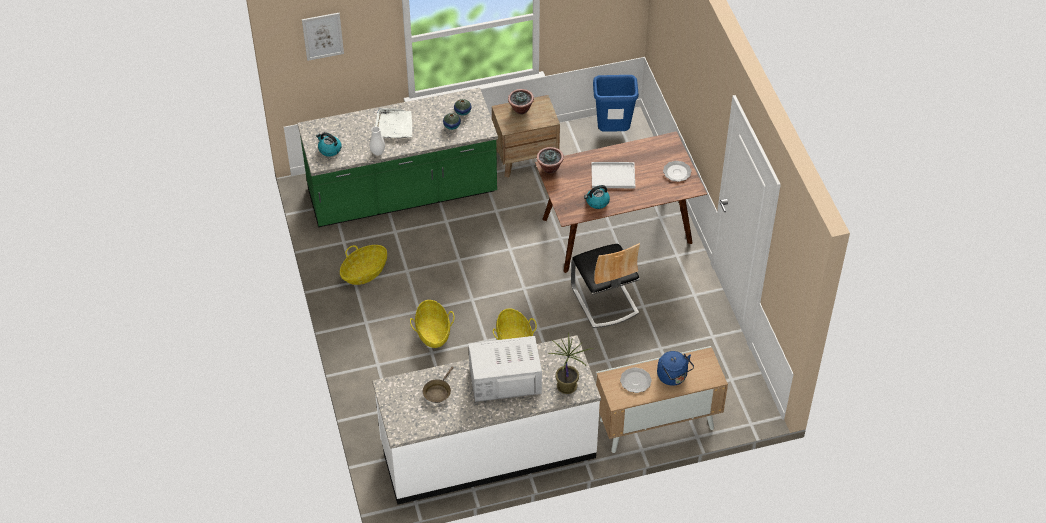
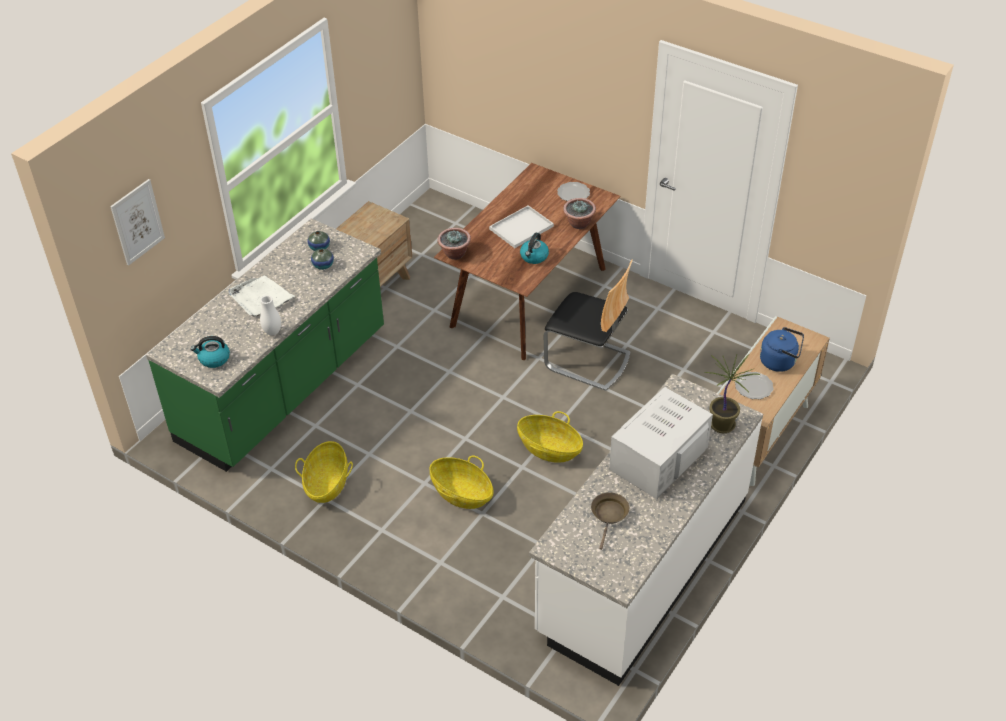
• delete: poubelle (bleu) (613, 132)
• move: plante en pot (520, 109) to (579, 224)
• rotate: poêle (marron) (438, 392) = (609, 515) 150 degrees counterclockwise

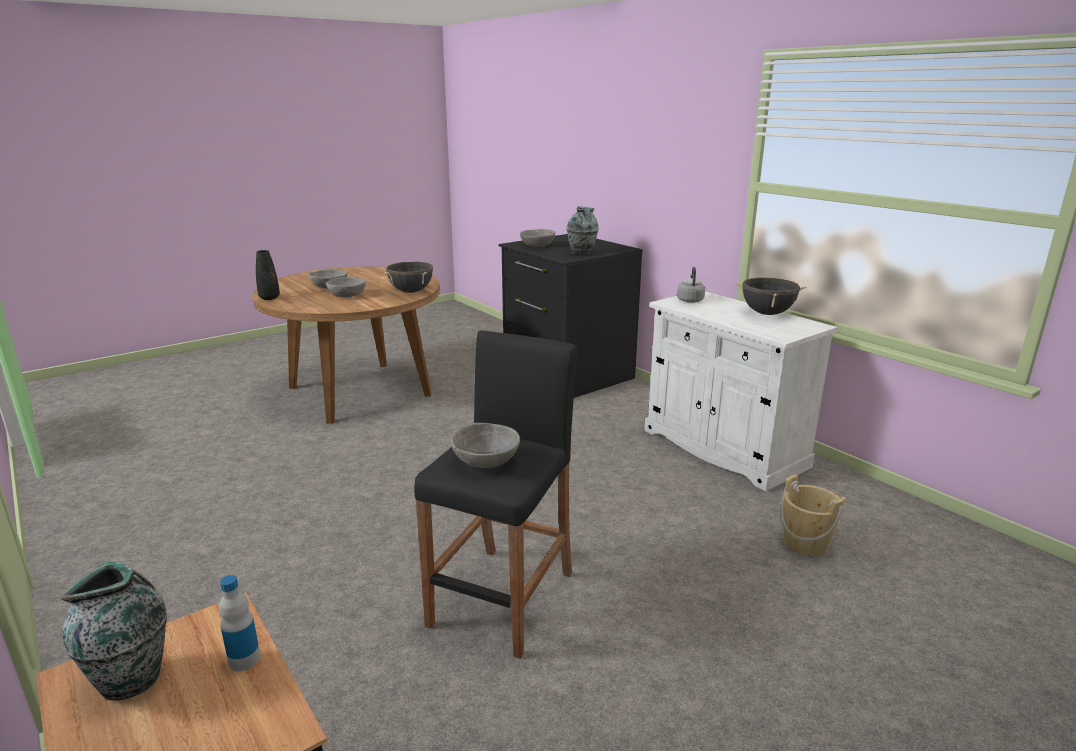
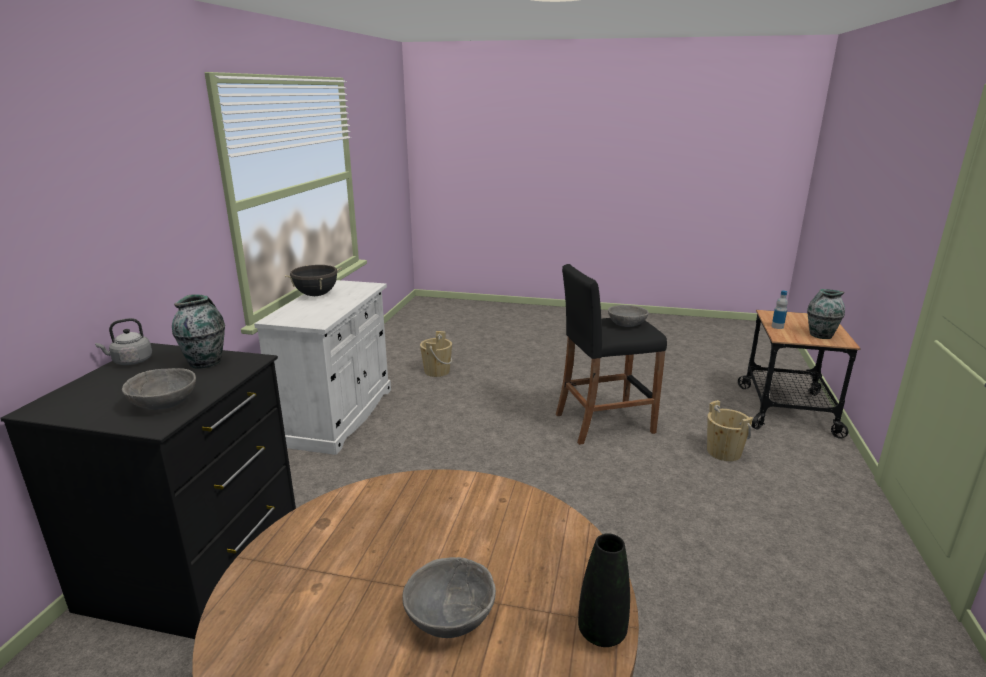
• delete: bol (gris) (346, 295)
• delete: marmite (noir) (411, 292)
• insert: seau (beige) (724, 452)
• move: bouilloire (gris) (690, 300) to (130, 361)

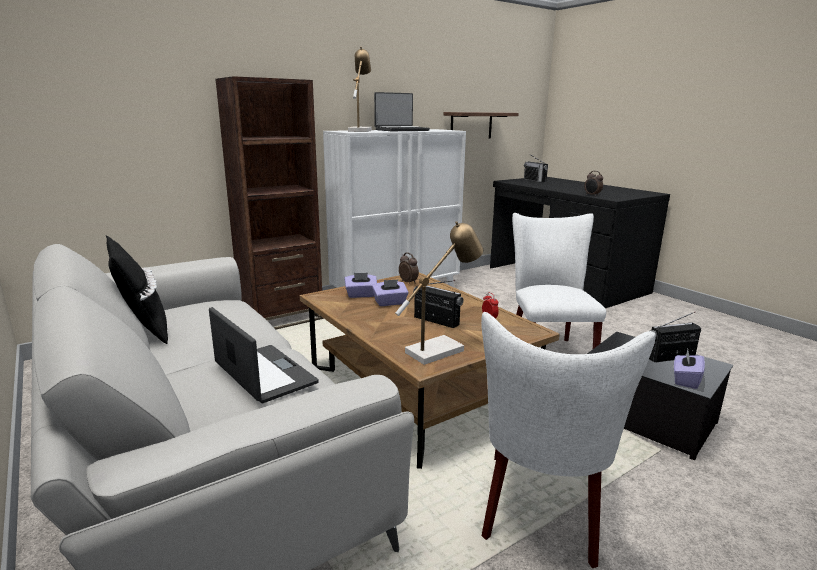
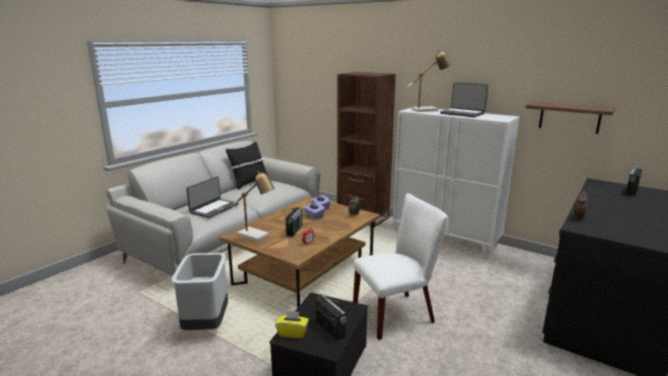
• replace: chaise (blanc) (541, 513) to poubelle (gris) (205, 324)
• recolor: boîte à mouchoirs (violet) (685, 380) to boîte à mouchoirs (jaune) (292, 332)

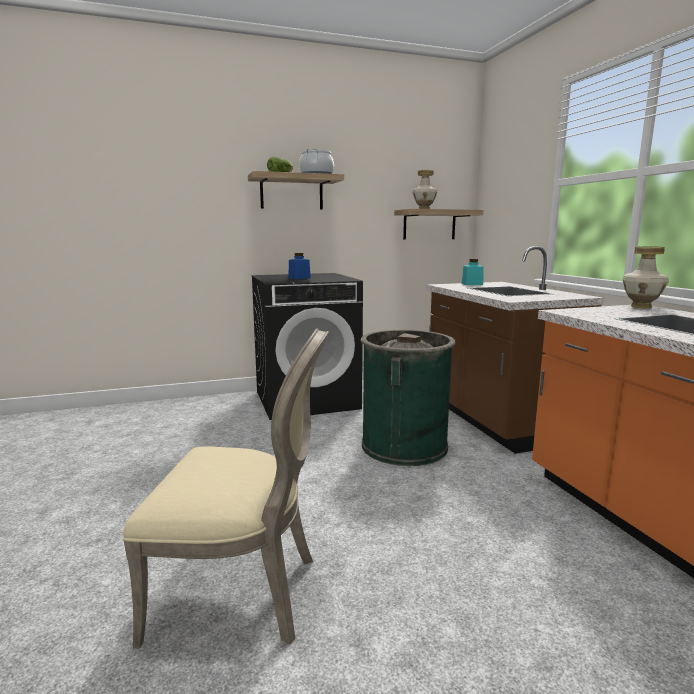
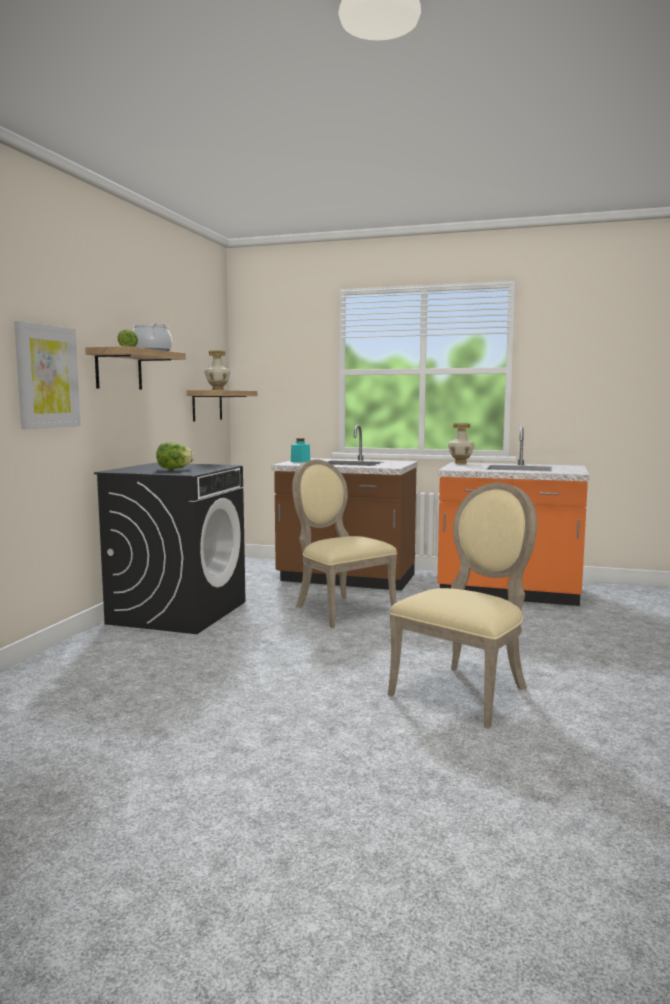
• insert: tableau (47, 376)
• replace: bocal (bleu) (299, 278) to laitue (174, 469)
• replace: poubelle (vert) (404, 445) to chaise (beige) (339, 609)

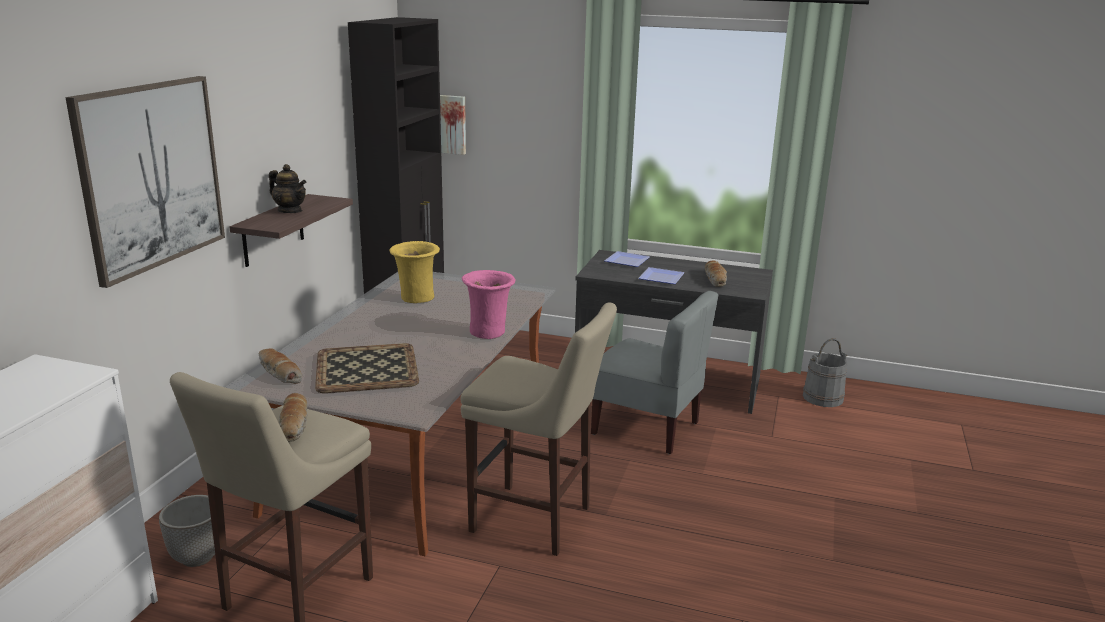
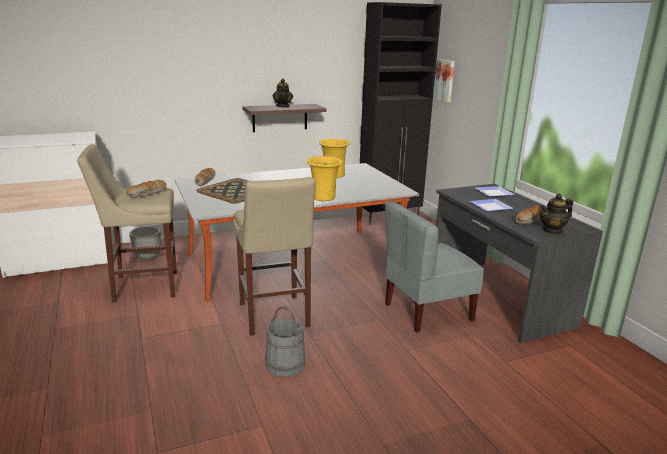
• delete: tableau (151, 175)
• insert: théière (552, 230)
• move: seau (gris) (823, 398) to (285, 364)
• recolor: vase (rose) (489, 332) to vase (jaune) (324, 198)
• rotate: chaise (gris) (646, 428) = (427, 312) 75 degrees clockwise

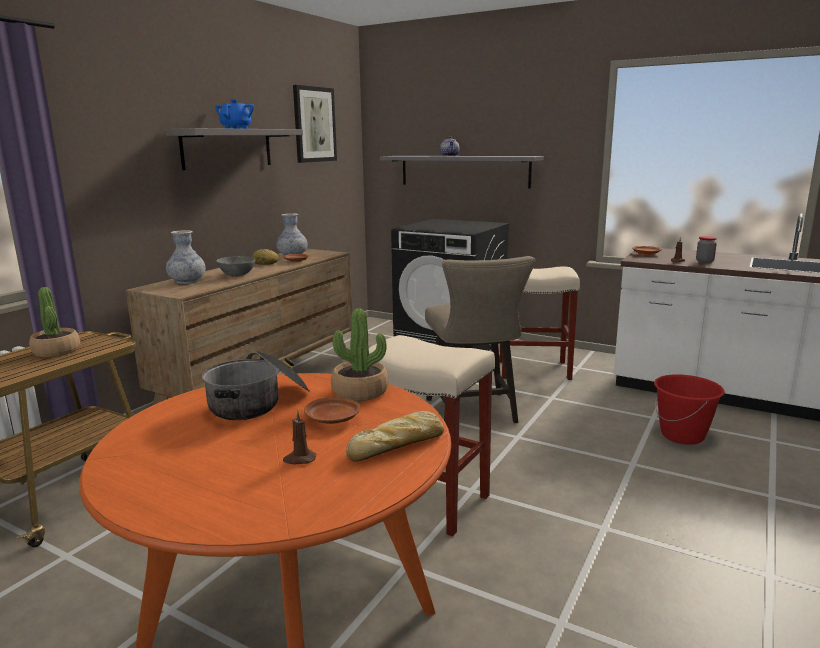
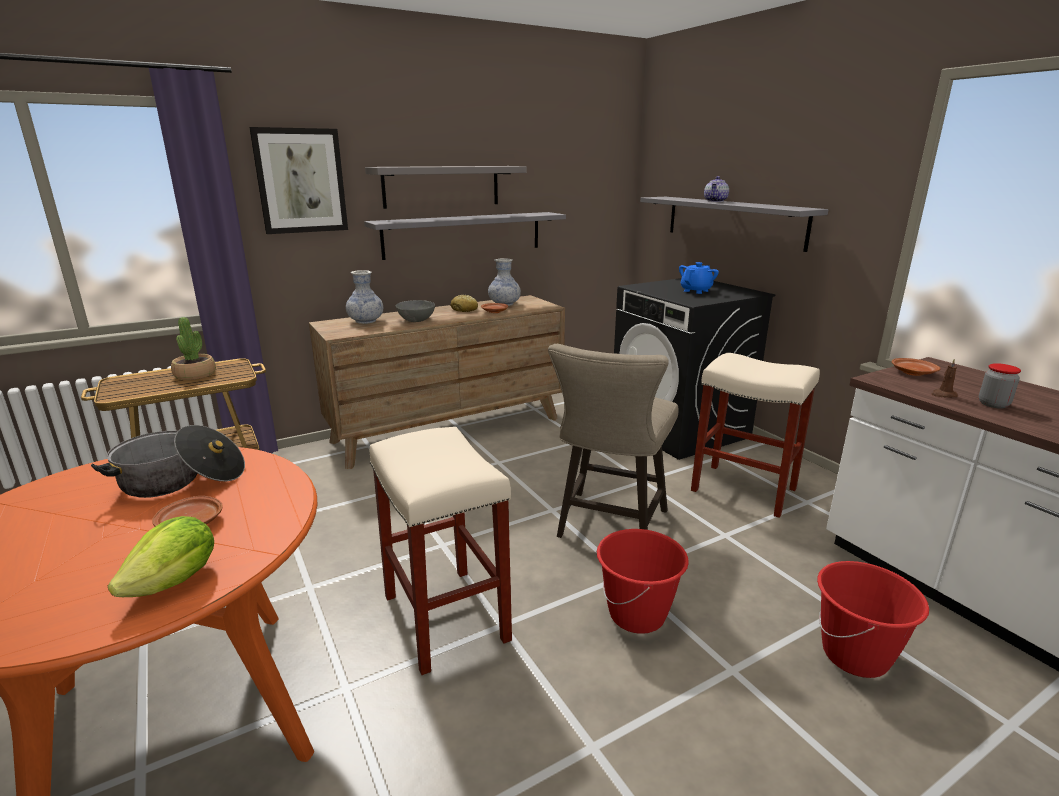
• delete: bougie (marron) (299, 459)
• delete: plante en pot (360, 392)
• insert: étagère (gris) (463, 235)
• insert: seau (rouge) (637, 615)
• move: théière (bleu) (236, 128) to (696, 291)
• move: tableau (314, 124) to (301, 181)
• replace: pain (398, 444) to laitue (175, 581)

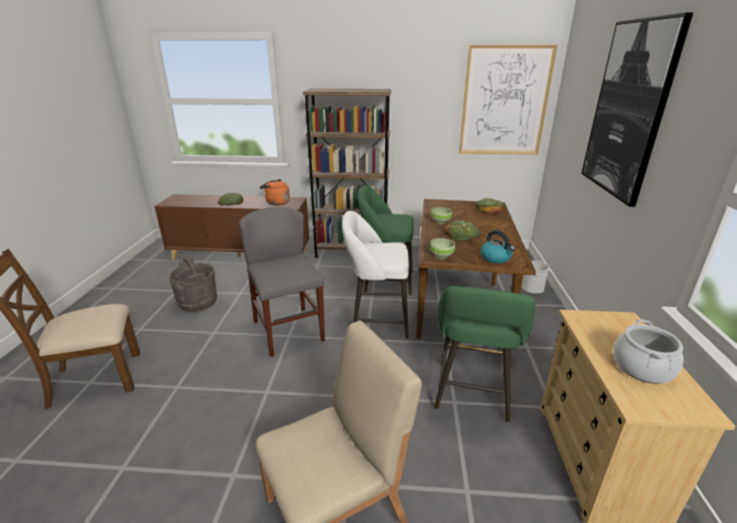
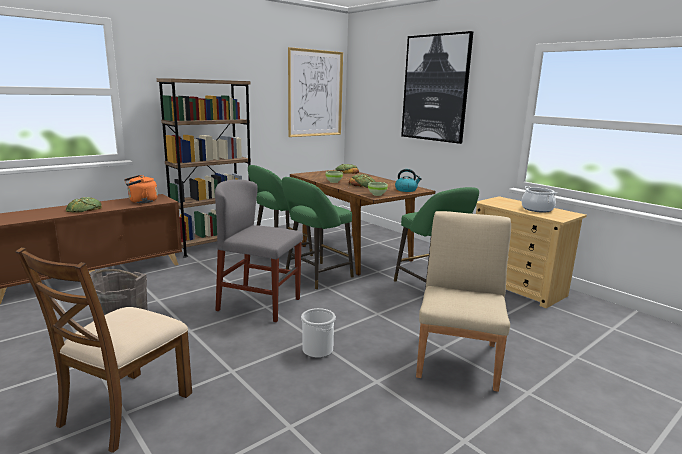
• move: seau (532, 289) to (318, 350)
• recolor: tabouret (blanc) (376, 321) to tabouret (vert) (315, 277)

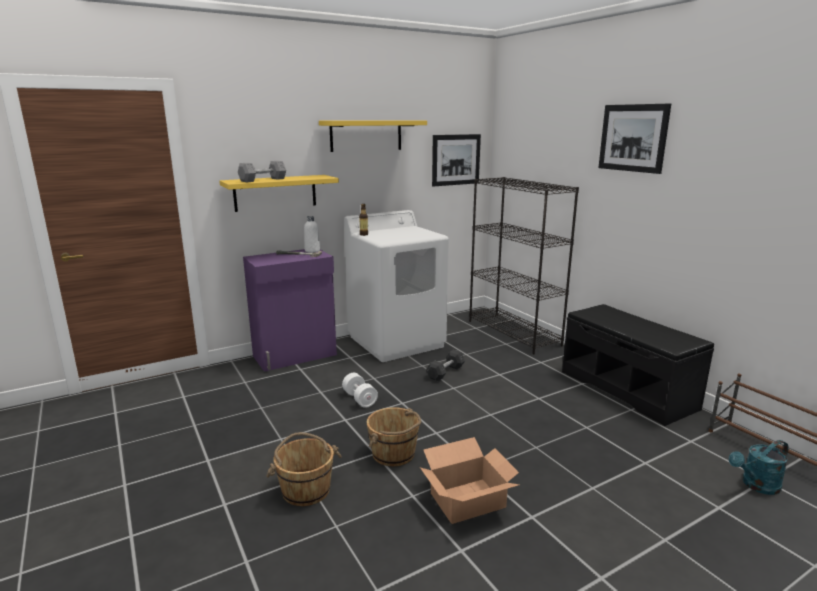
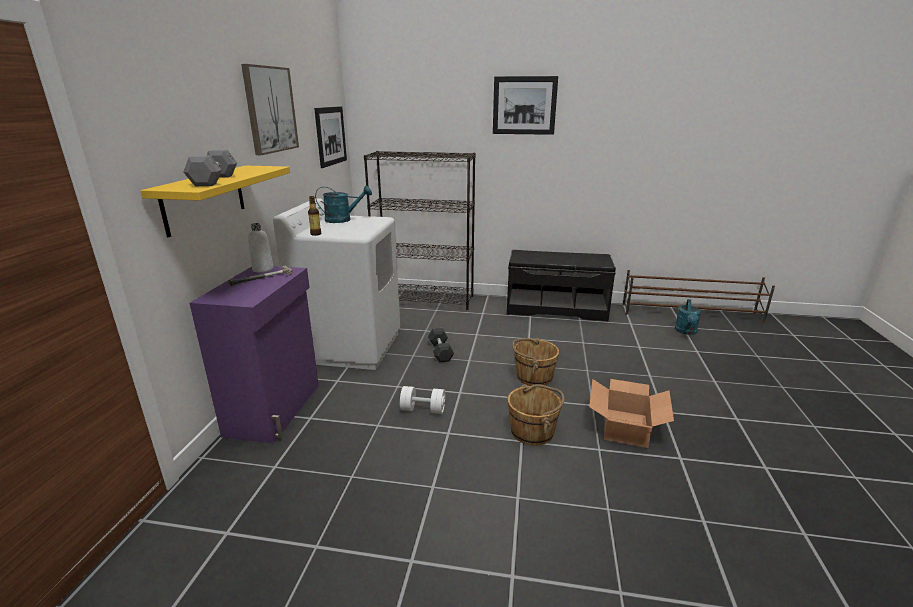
• insert: arrosoir (turquoise) (343, 220)
• move: seau (marron) (306, 489) to (533, 376)
• replace: étagère (jaune) (366, 135) to tableau (270, 109)

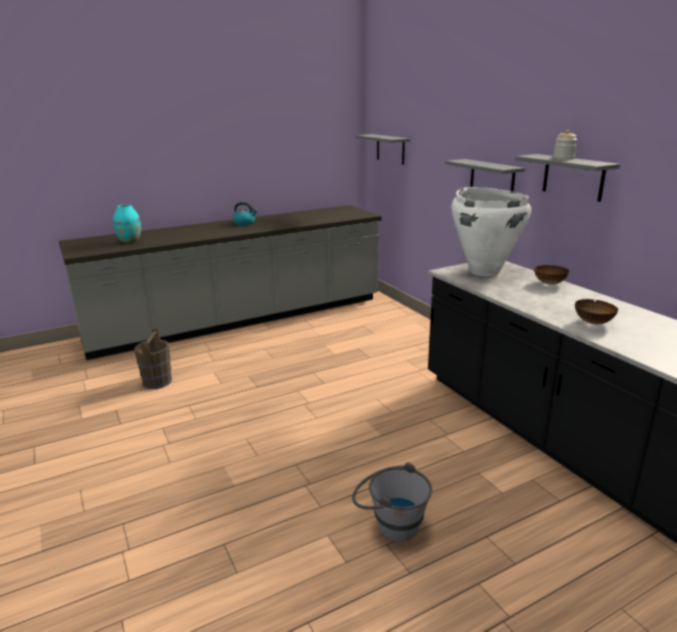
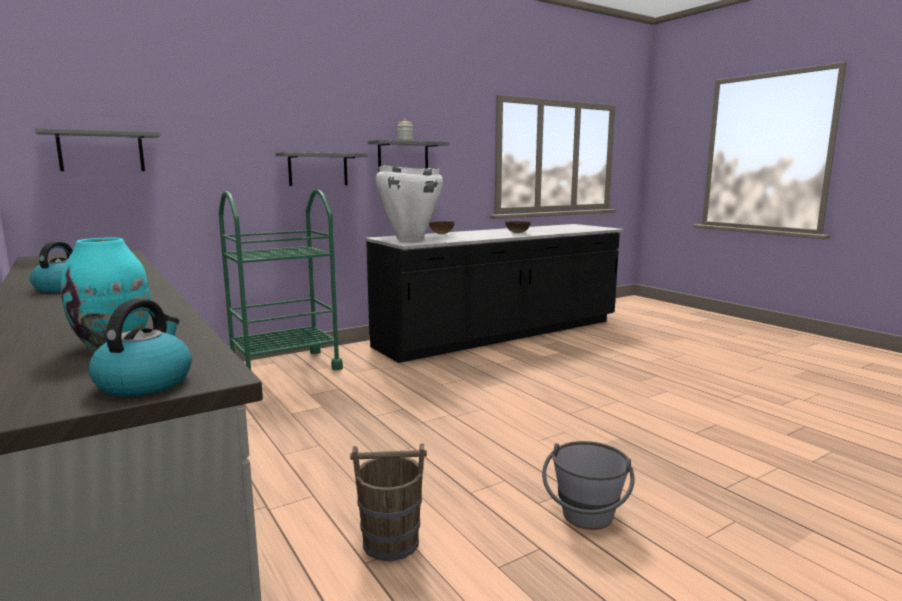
• insert: bouilloire (145, 382)
• insert: chariot (vert) (285, 367)
• move: seau (gris) (390, 524) to (586, 521)

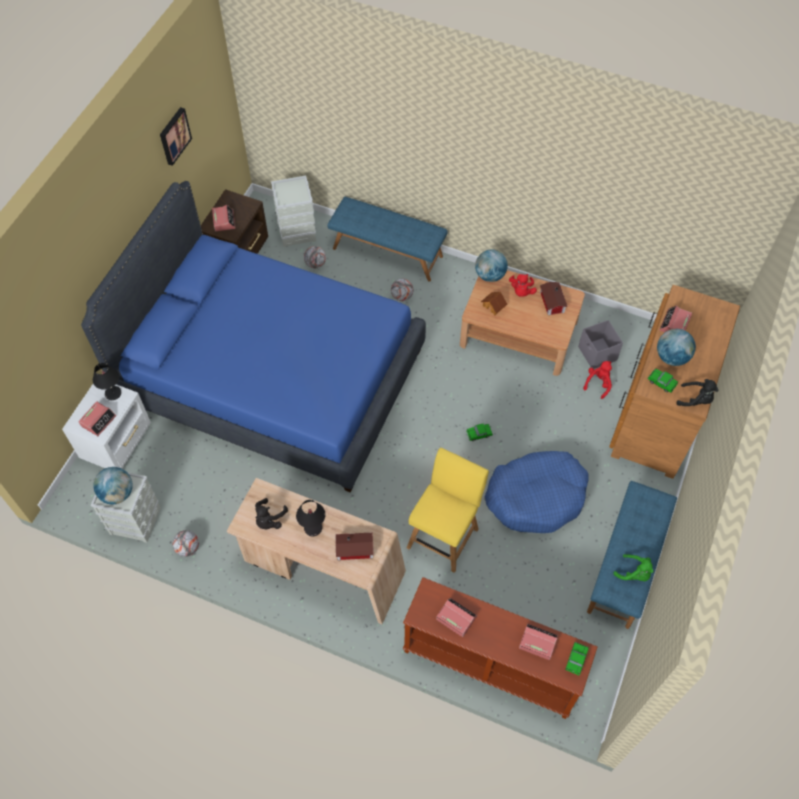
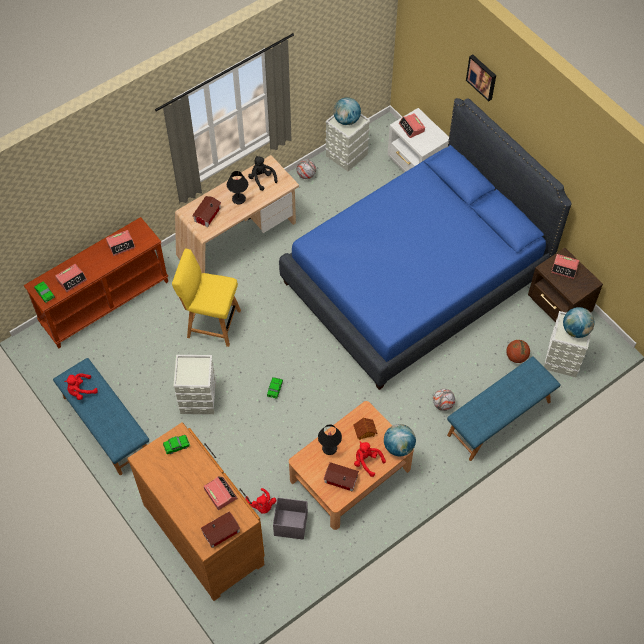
• delete: peluche (noir) (696, 400)
• insert: maison miniature (222, 532)
• move: lampe de table (noir) (112, 393) to (329, 448)
• move: tableau (174, 136) to (482, 77)
• move: globe (671, 357) to (576, 330)
• replace: ballon de foot (315, 264) to ballon de basket (516, 357)
• replace: panier pour chien (bleu) (536, 496) to boîte de rangement (gris) (197, 398)
• recolor: peluche (vert) (634, 573) to peluche (rouge) (81, 391)
• rotate: chaise (jaune) (444, 535) = (211, 323) 135 degrees clockwise

